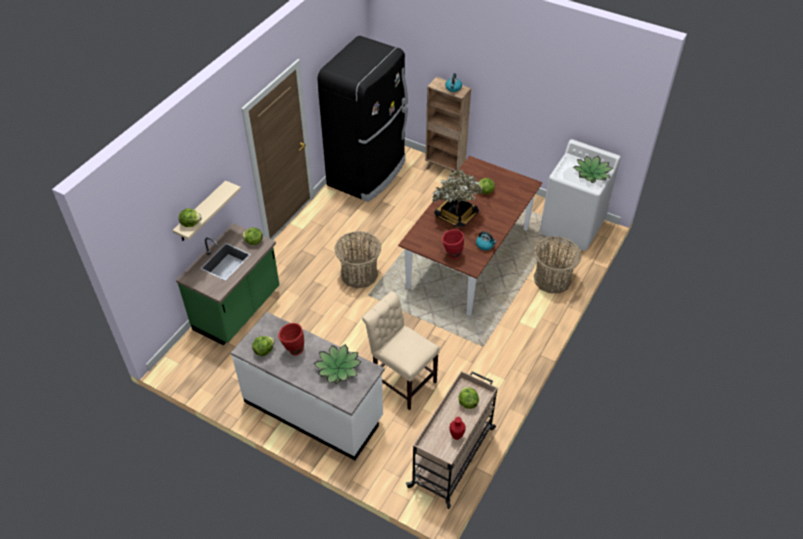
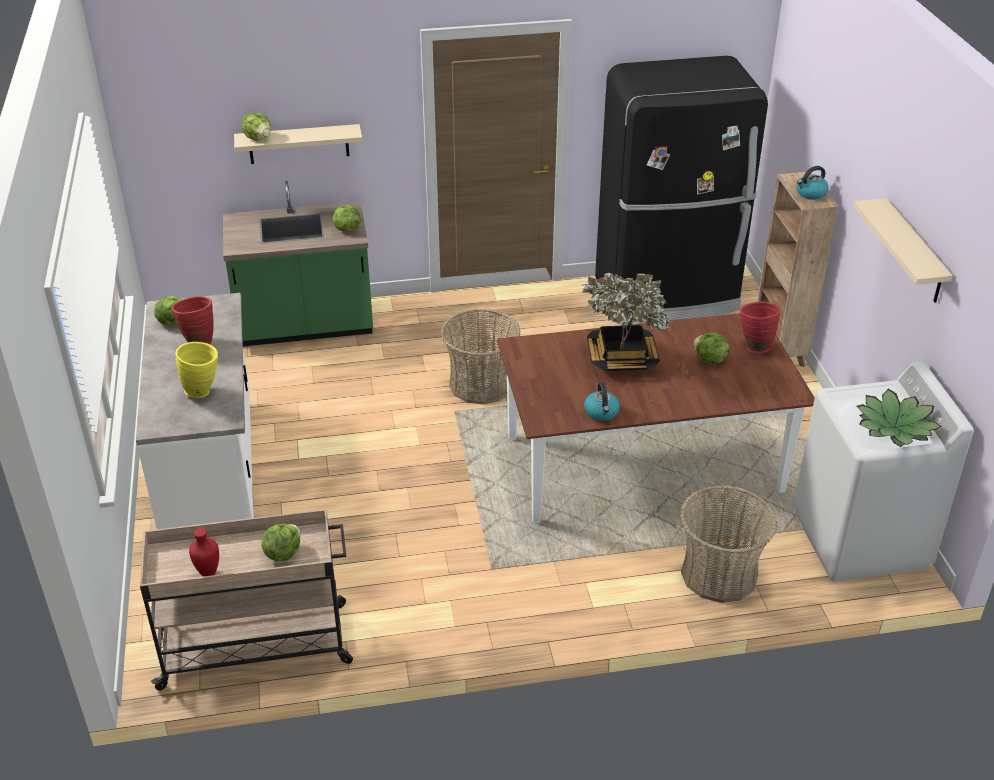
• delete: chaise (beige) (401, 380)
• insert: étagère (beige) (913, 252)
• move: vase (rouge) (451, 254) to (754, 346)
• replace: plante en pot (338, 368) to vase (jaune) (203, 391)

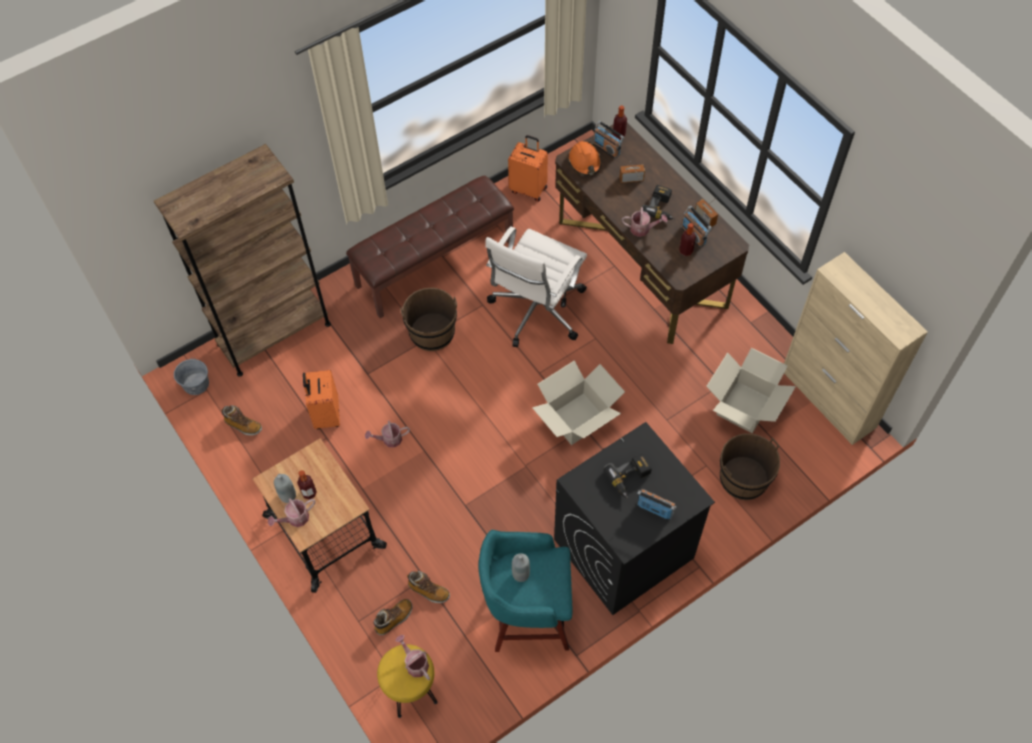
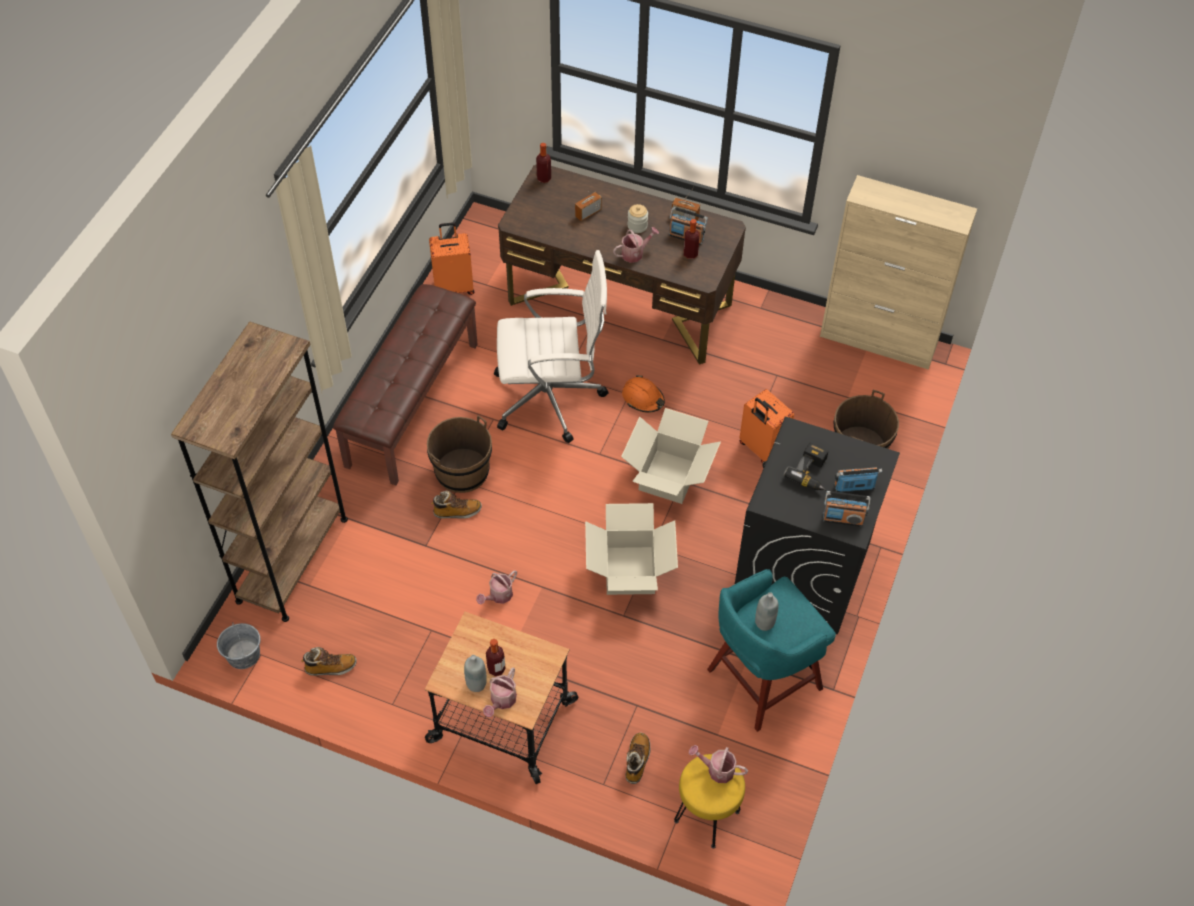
• move: valise (orange) (326, 415) to (761, 448)
• move: botte (428, 591) to (457, 512)
• move: casque de chantier (orange) (585, 162) to (643, 398)
• move: radio (606, 149) to (843, 519)
• move: carton (744, 406) to (629, 570)
• replace: perceuse (661, 208) to bocal (637, 226)
• rotate: chaise de bureau (blanc) (536, 311) = (551, 398) 90 degrees counterclockwise

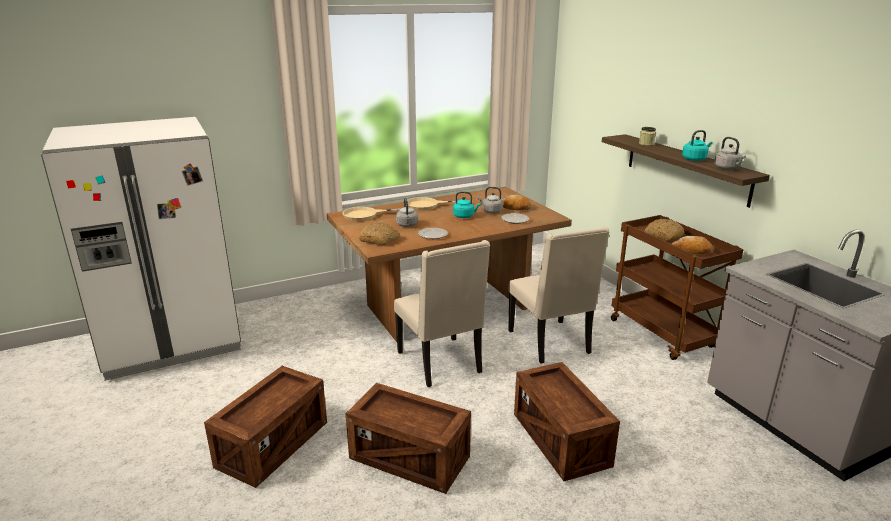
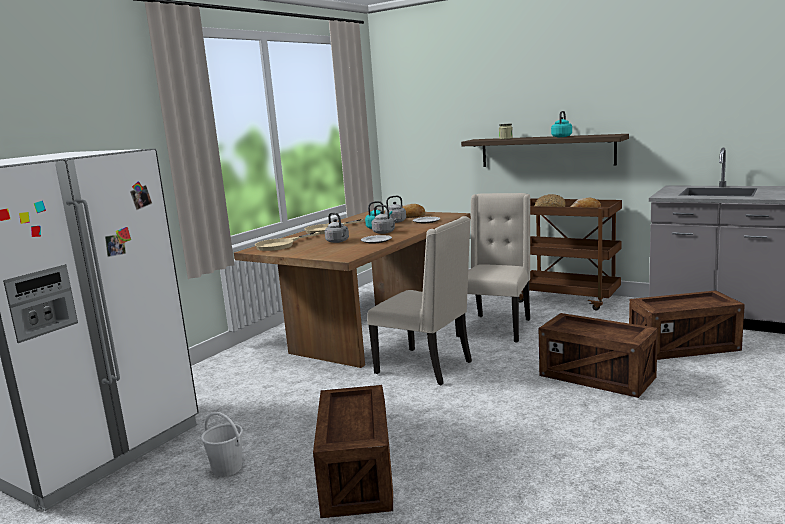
• delete: pain (379, 240)
• insert: seau (blanc) (227, 468)
• move: caisse (410, 458) to (683, 347)
• move: bouilloire (gris) (728, 168) to (385, 232)
• rotate: chaise (beige) (551, 343) = (496, 327) 105 degrees counterclockwise

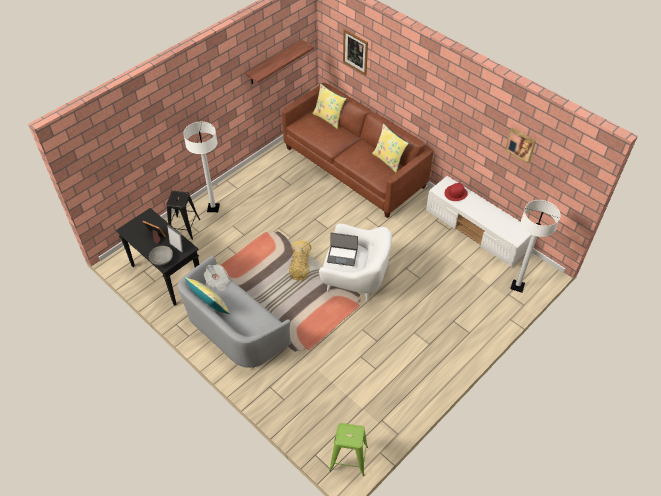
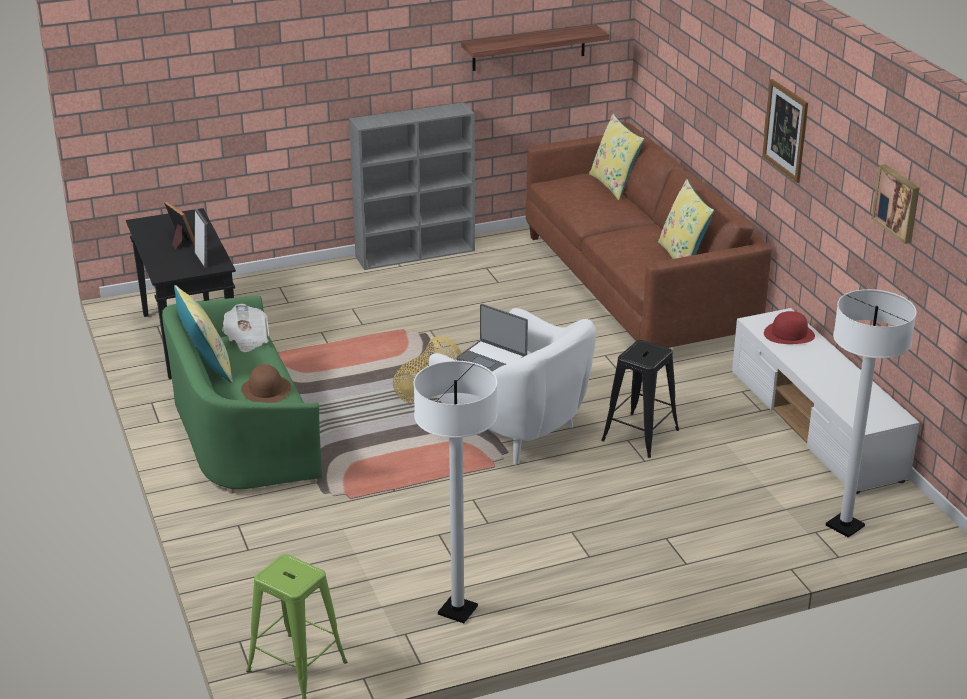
• delete: bol (gris) (162, 259)
• insert: chapeau (marron) (266, 390)
• insert: bibliothèque (gris) (416, 253)
• move: tabouret (noir) (184, 228) to (639, 435)
• move: lampadaire (blanc) (213, 208) to (457, 610)
• move: tableau (355, 52) to (785, 130)
• recolor: canapé (gris) (234, 328) to canapé (vert) (242, 434)

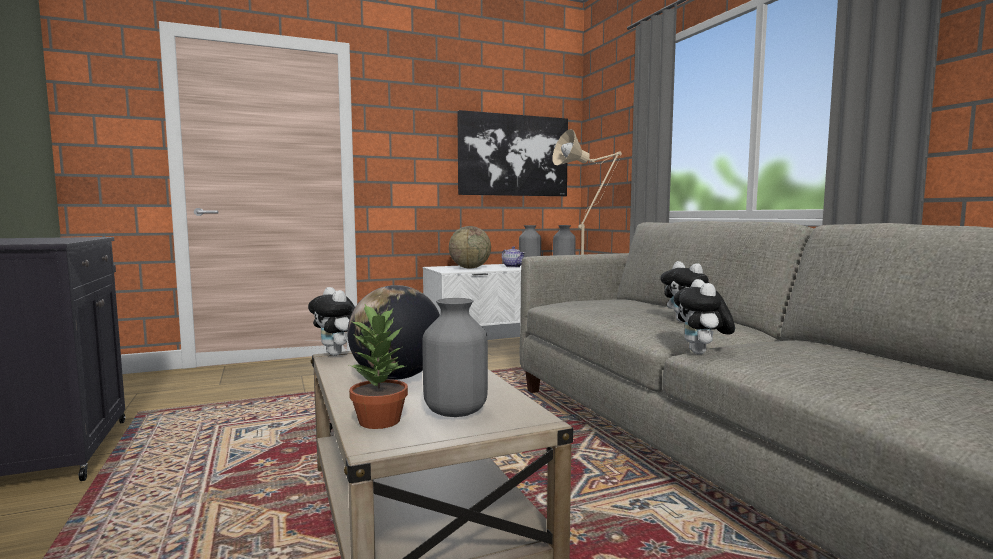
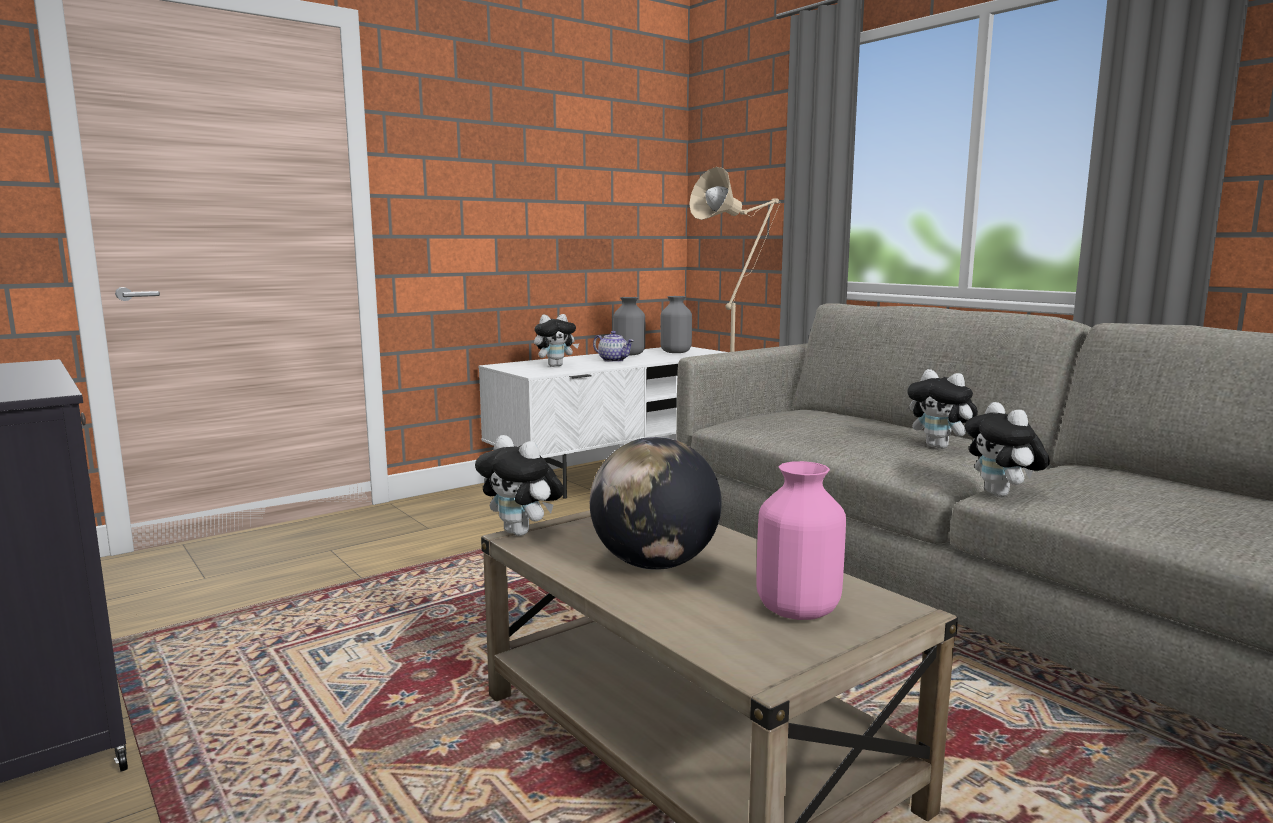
• delete: plante en pot (380, 420)
• delete: tableau (513, 155)
• replace: globe (470, 268) to peluche (555, 366)
• recolor: vase (gris) (456, 411) to vase (rose) (799, 610)

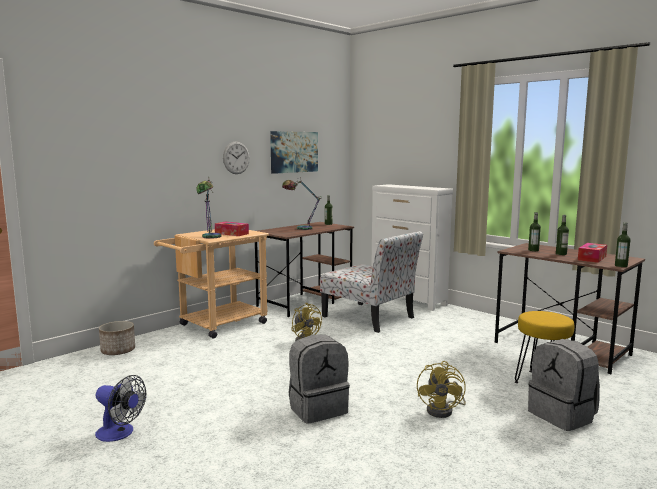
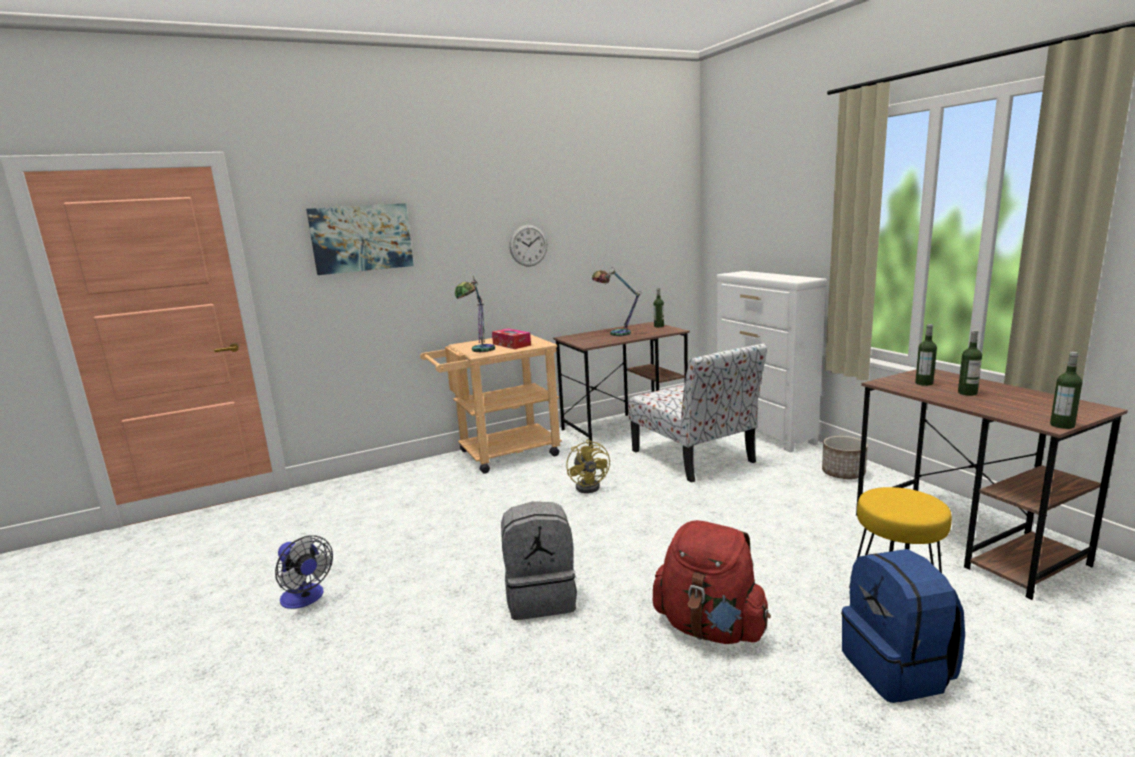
• delete: boîte à mouchoirs (592, 258)
• move: cache-pot (118, 351) to (843, 473)
• move: tableau (294, 152) to (361, 238)
• replace: ventilateur (jaune) (444, 410) to sac à dos (rouge) (710, 628)
• recolor: sac à dos (gris) (562, 415) to sac à dos (bleu) (898, 669)

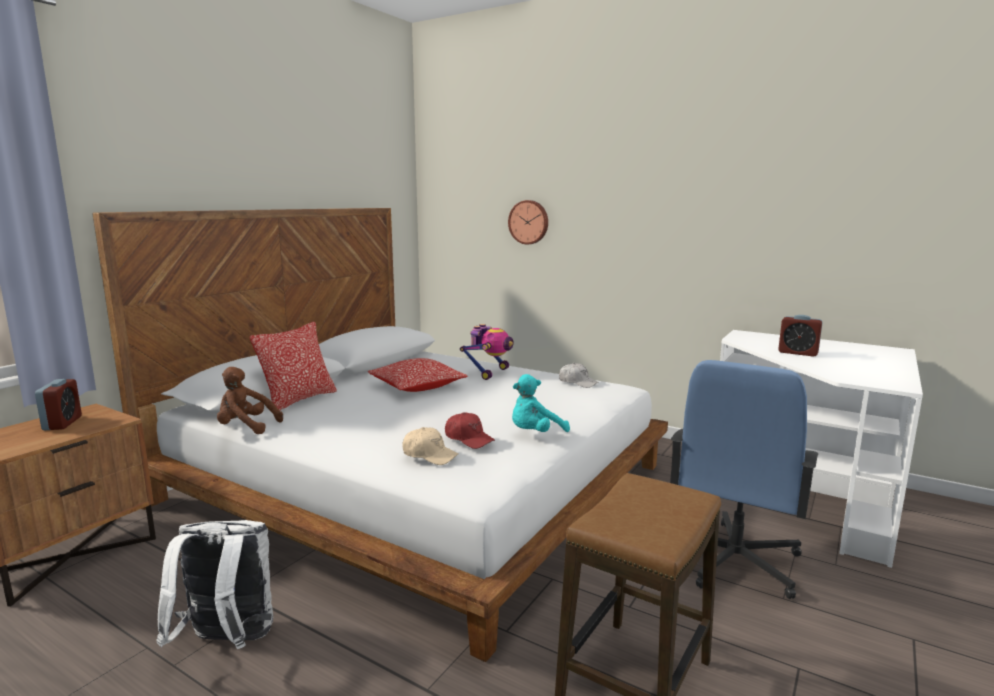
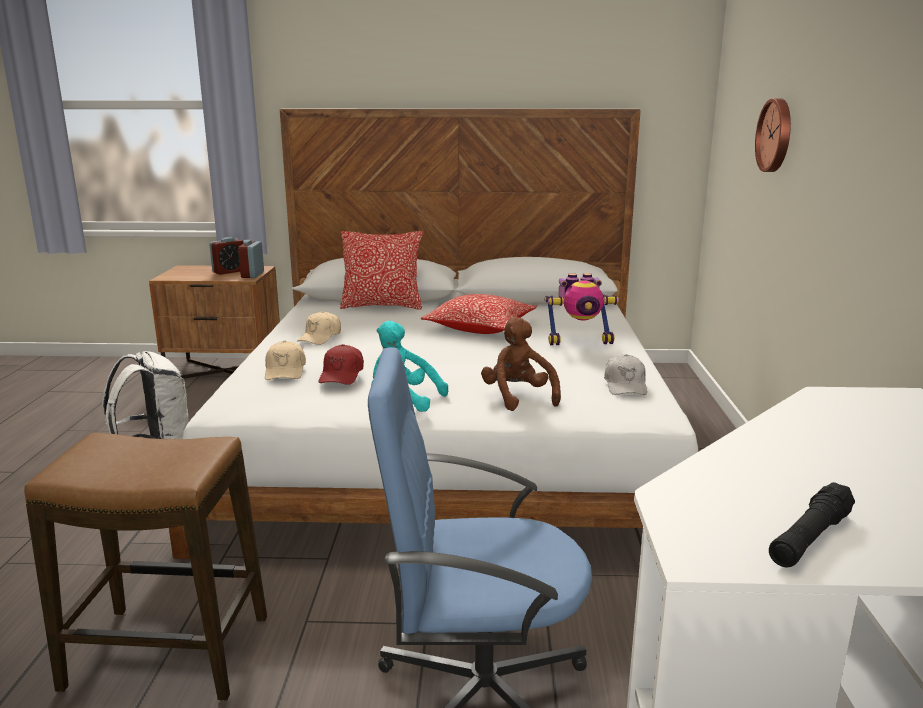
• insert: casquette (beige) (320, 337)
• insert: lampe de poche (noir) (809, 538)
• move: peluche (marron) (246, 427) to (518, 397)
• move: réveil (798, 353) to (252, 275)

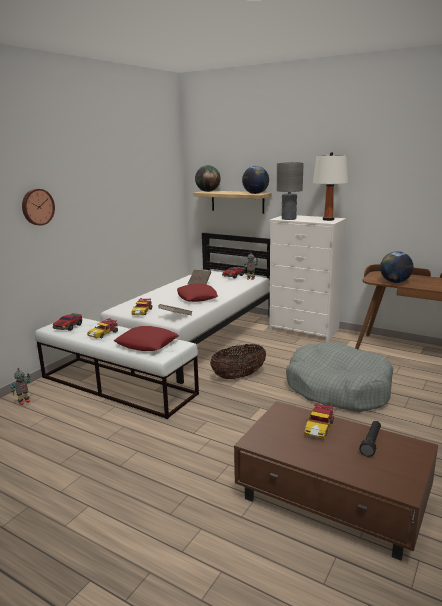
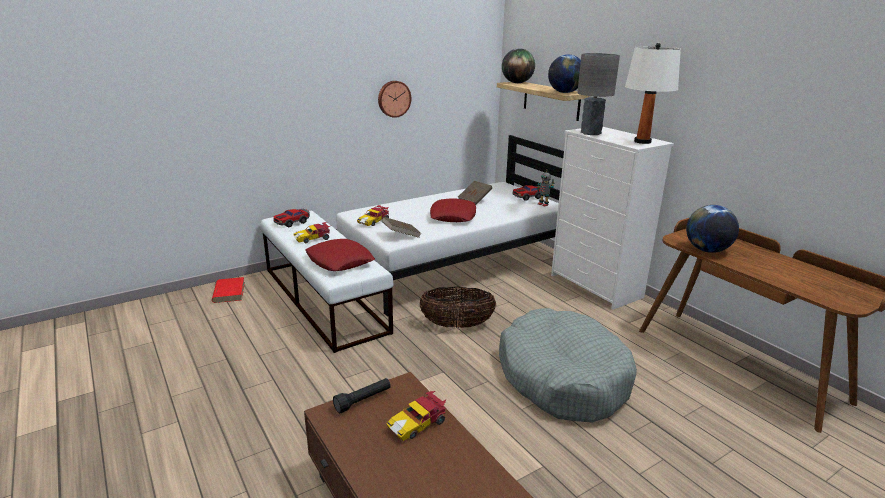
• move: horloge murale (37, 207) to (393, 98)
• move: lampe de poche (noir) (371, 443) to (363, 400)
• replace: robot jouet (24, 402) to livre (rouge) (229, 292)

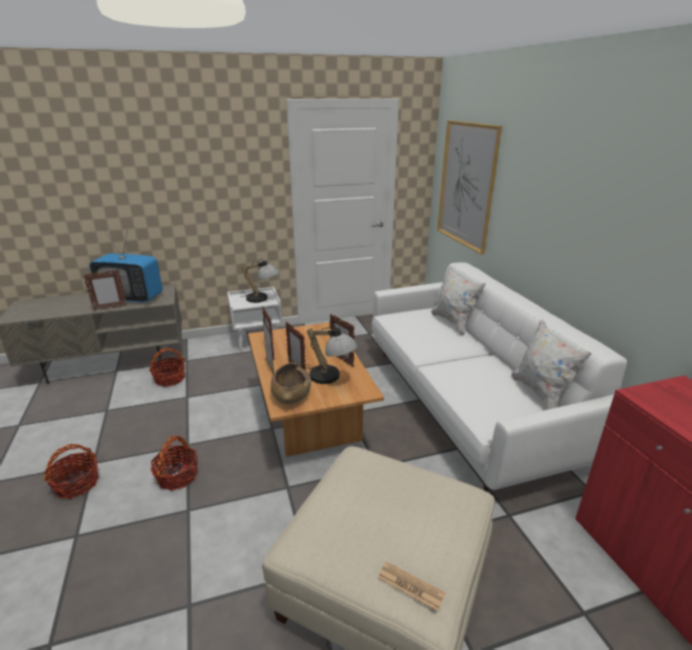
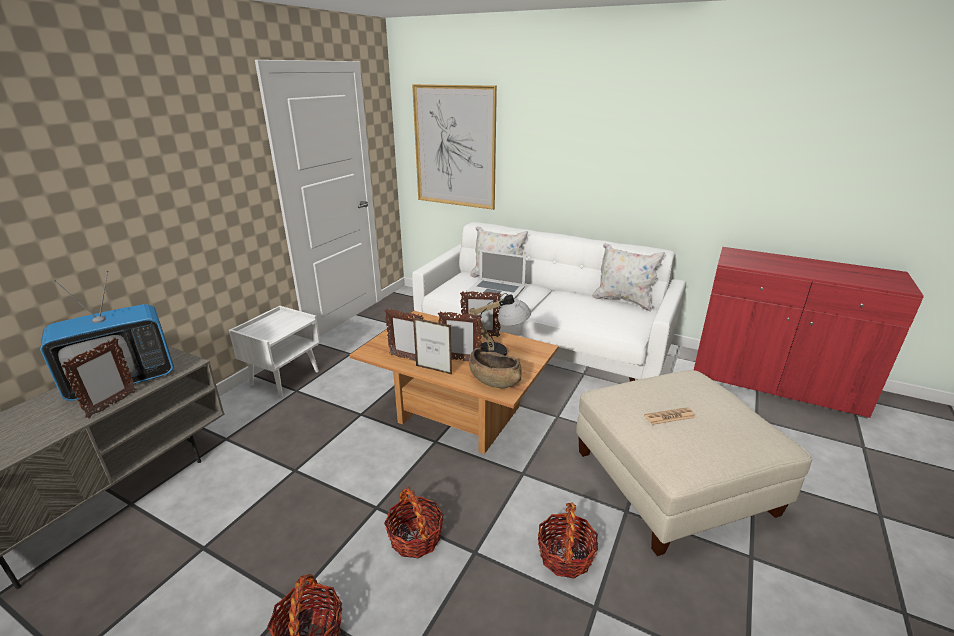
• delete: lampe de table (262, 299)
• insert: ordinateur portable (496, 290)
• move: panier (170, 379) to (565, 556)
• move: journal (410, 586) to (669, 416)

